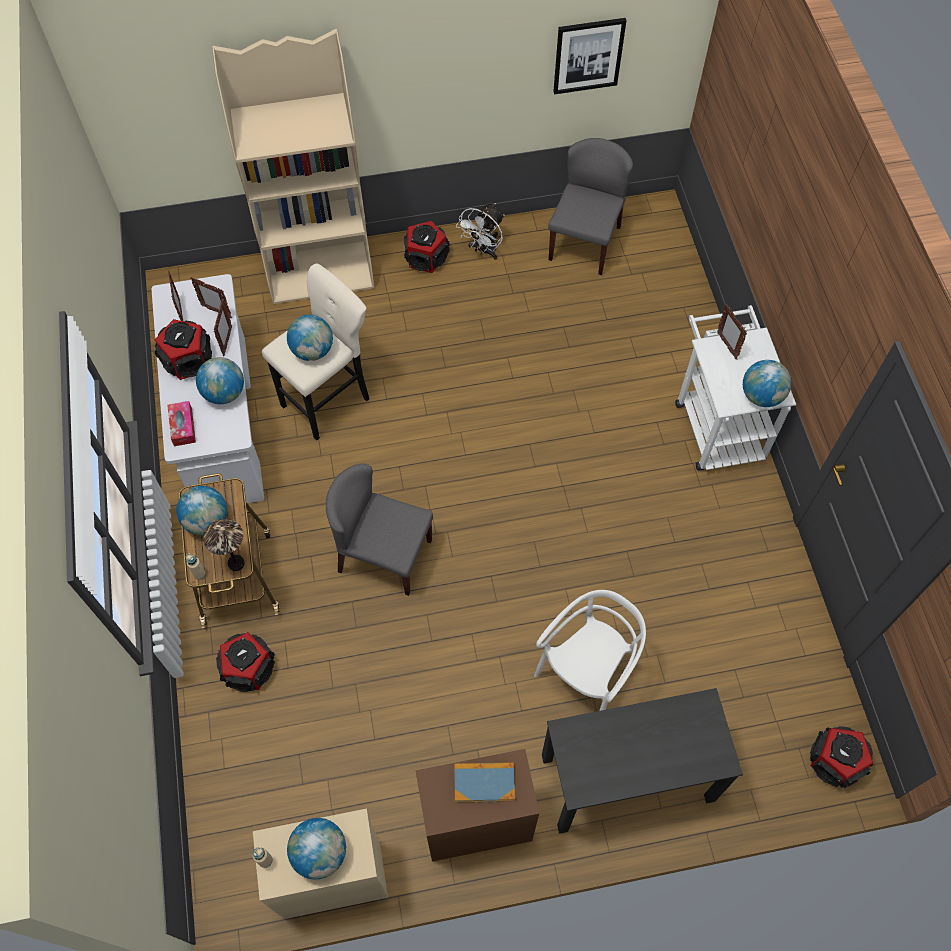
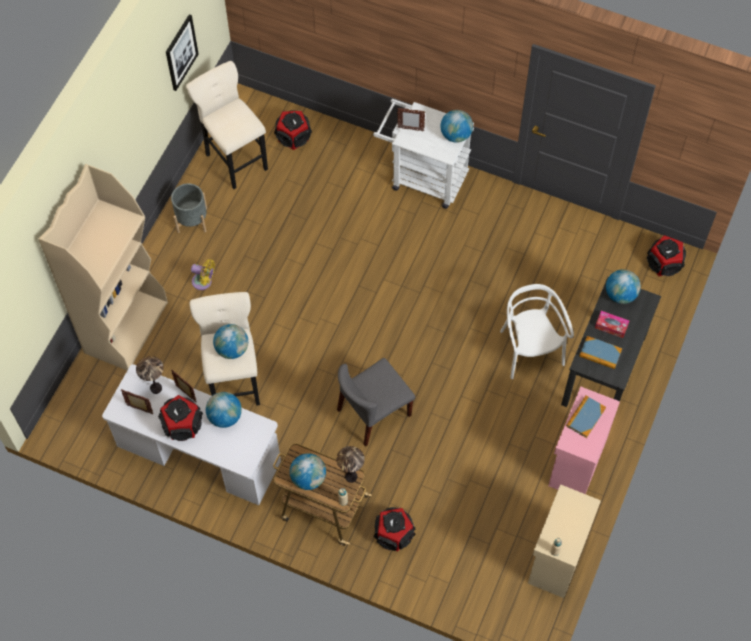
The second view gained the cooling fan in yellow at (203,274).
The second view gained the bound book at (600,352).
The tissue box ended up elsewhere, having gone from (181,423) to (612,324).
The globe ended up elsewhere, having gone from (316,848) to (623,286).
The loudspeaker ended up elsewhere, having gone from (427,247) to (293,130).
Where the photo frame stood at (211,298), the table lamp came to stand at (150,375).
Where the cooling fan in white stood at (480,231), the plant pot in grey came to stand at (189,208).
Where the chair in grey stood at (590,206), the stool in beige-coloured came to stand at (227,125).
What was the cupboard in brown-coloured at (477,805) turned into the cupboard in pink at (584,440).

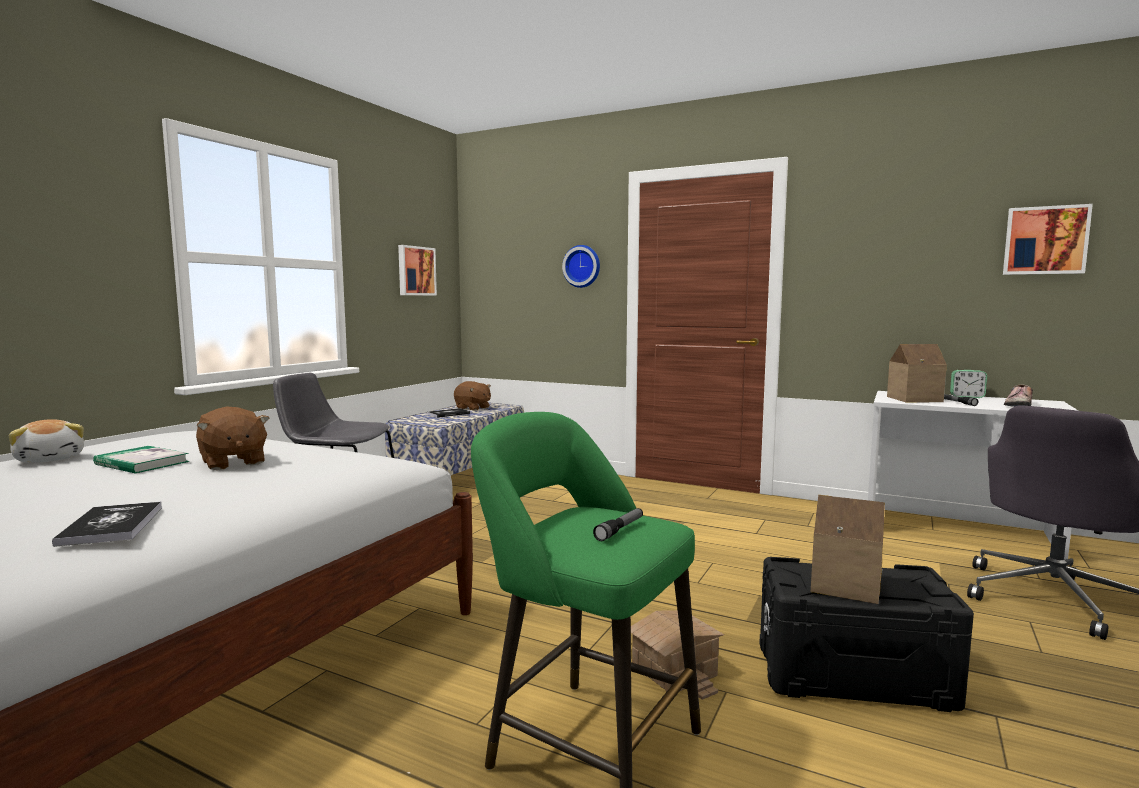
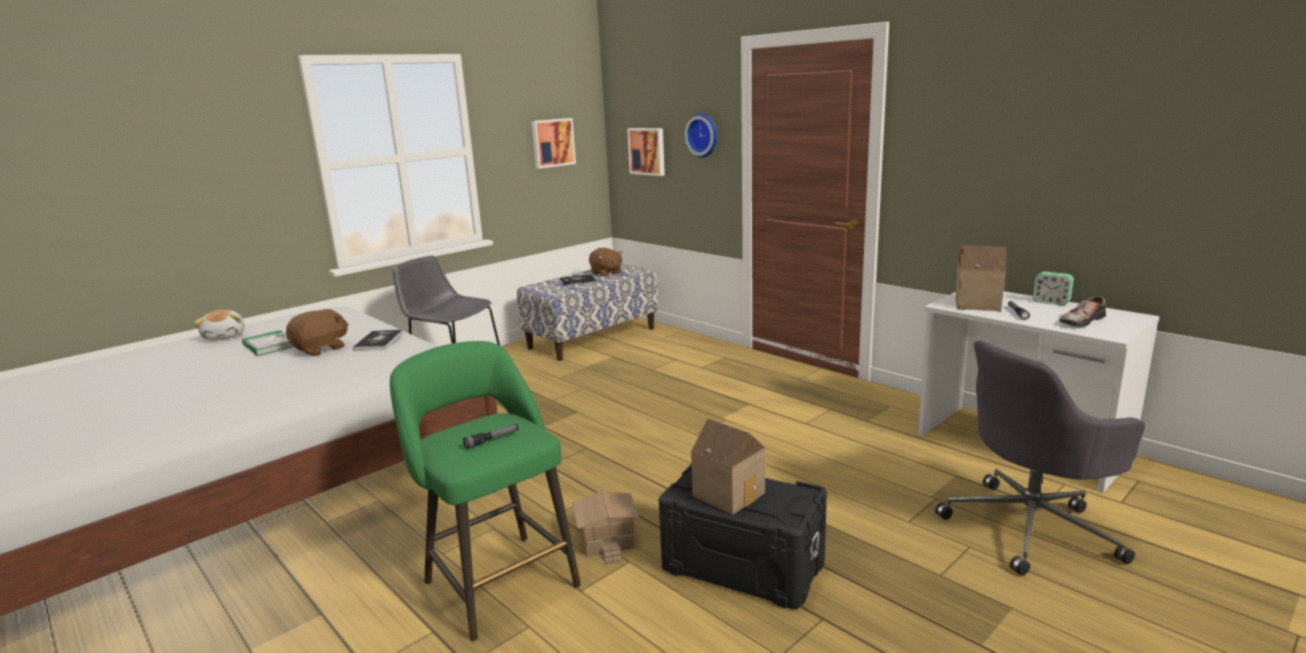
The bound book ended up elsewhere, having gone from (107,524) to (378,340).
The picture ended up elsewhere, having gone from (1048,239) to (646,152).
The cuddly toy in brown-coloured at (233,438) ended up facing another way, 120 degrees counterclockwise from before.

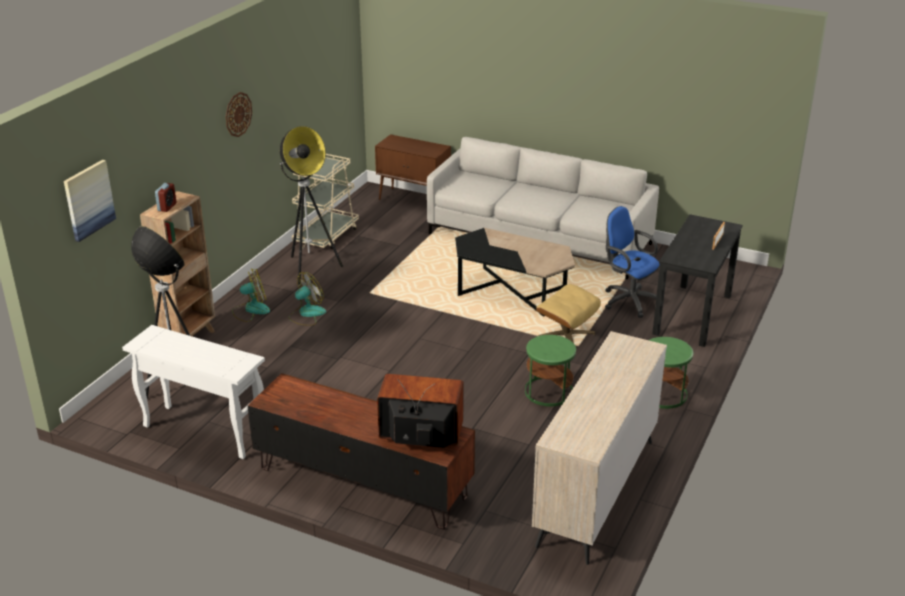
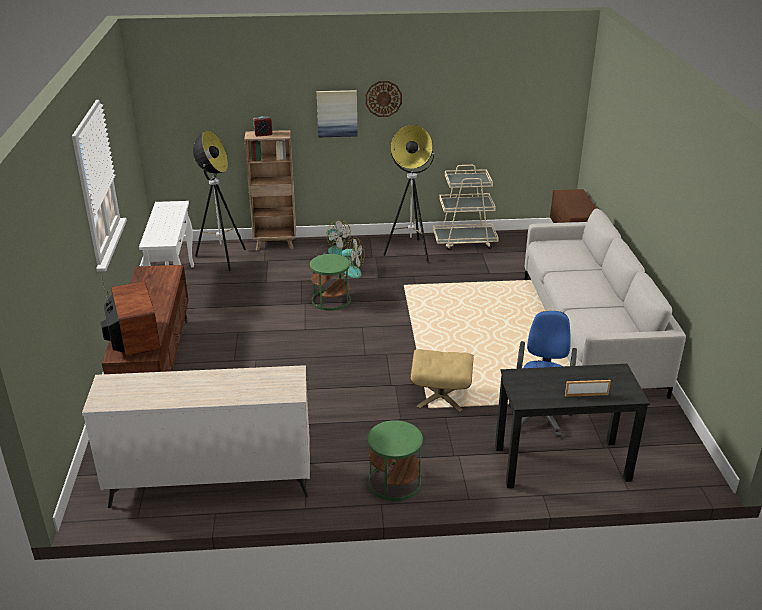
The second view lost the lounge table in black at (515,272).
The picture ended up elsewhere, having gone from (90,201) to (337,113).
The accent table in greenish ended up elsewhere, having gone from (550,370) to (330,282).

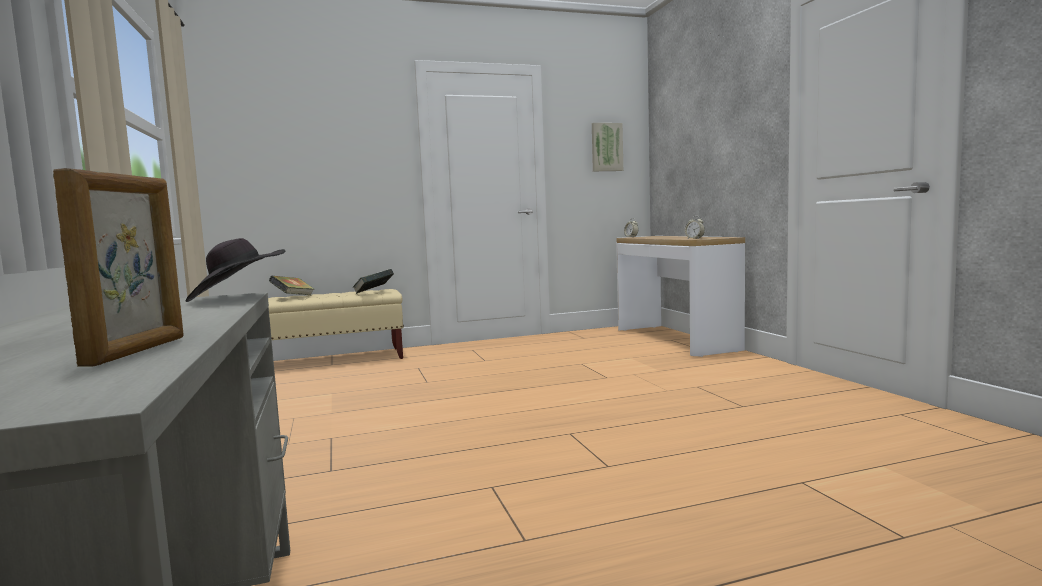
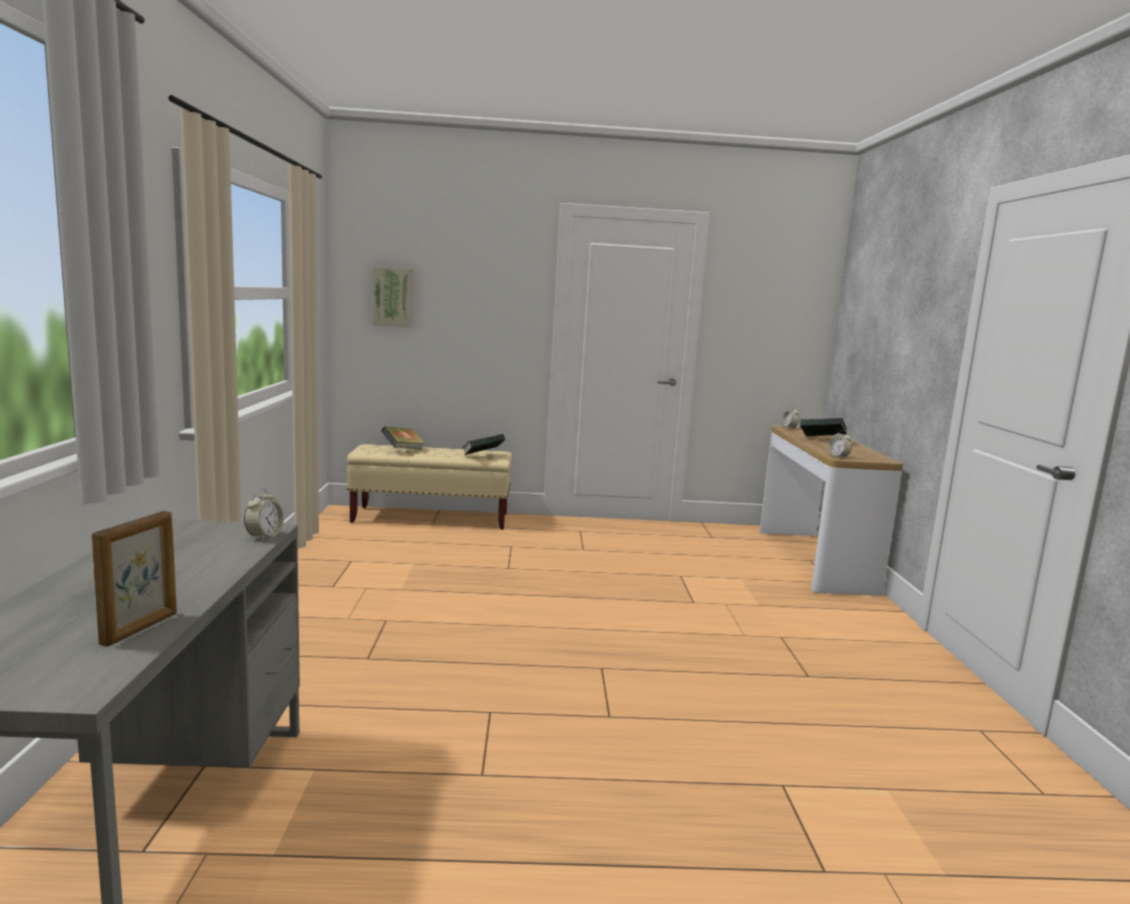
The second view gained the bound book at (823,427).
The picture ended up elsewhere, having gone from (607,147) to (392,297).
Where the hat in black stood at (236,270), the bedside clock came to stand at (264,514).

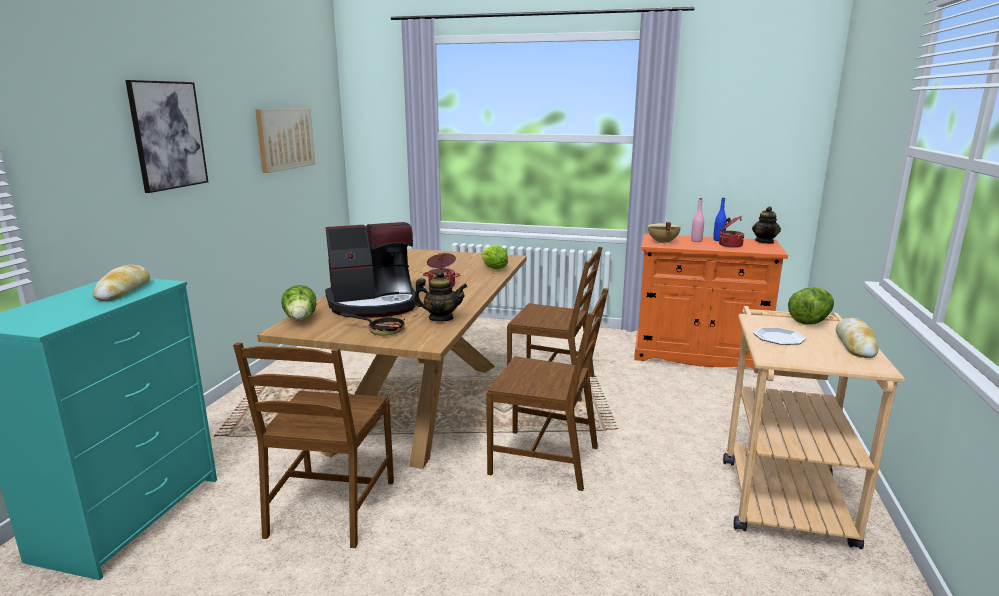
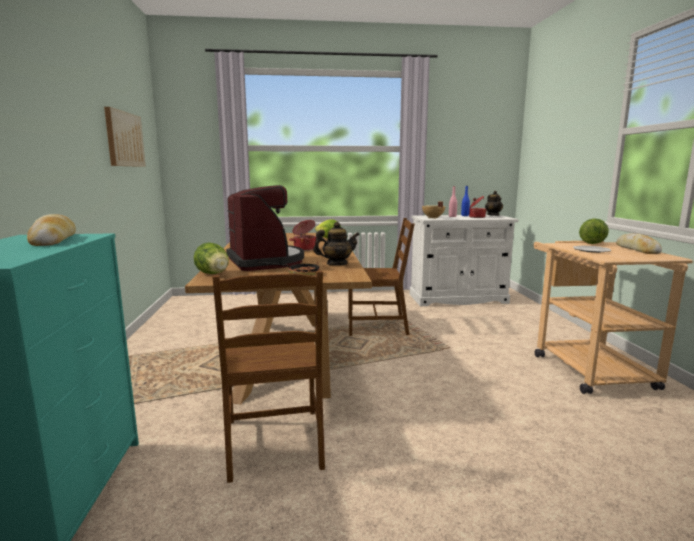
The second view lost the picture at (166,136).
The second view lost the chair in brown-coloured at (547,389).
What was the cupboard in orangey at (711,301) turned into the cupboard in white at (464,260).
The coffee brewer at (370,270) ended up facing another way, 75 degrees counterclockwise from before.

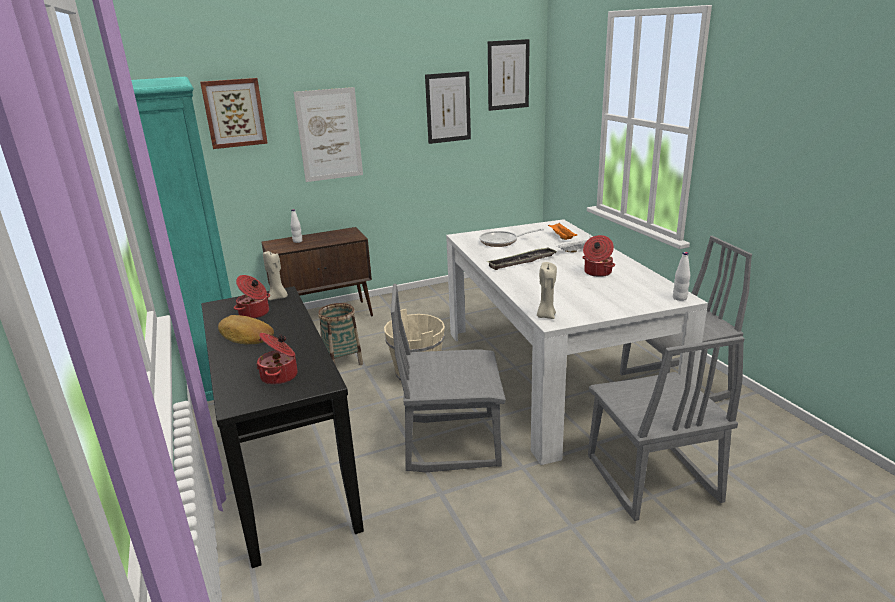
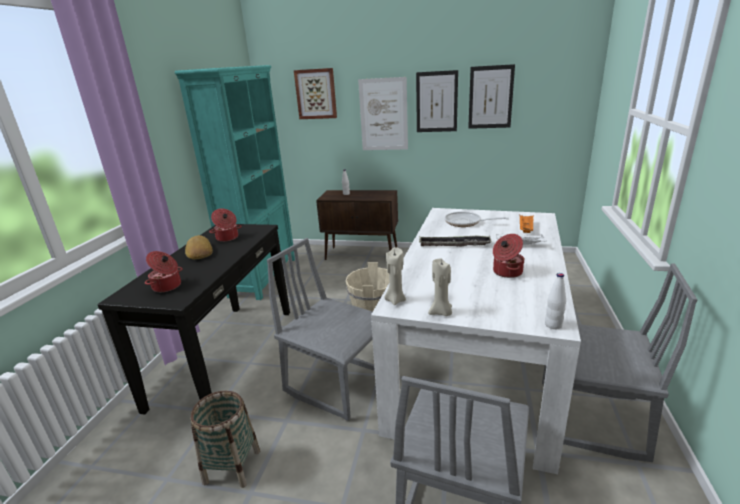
The wax light in beige-coloured ended up elsewhere, having gone from (275,276) to (440,287).
The storage basket ended up elsewhere, having gone from (340,334) to (225,439).
The picture ended up elsewhere, having gone from (509,75) to (437,101).

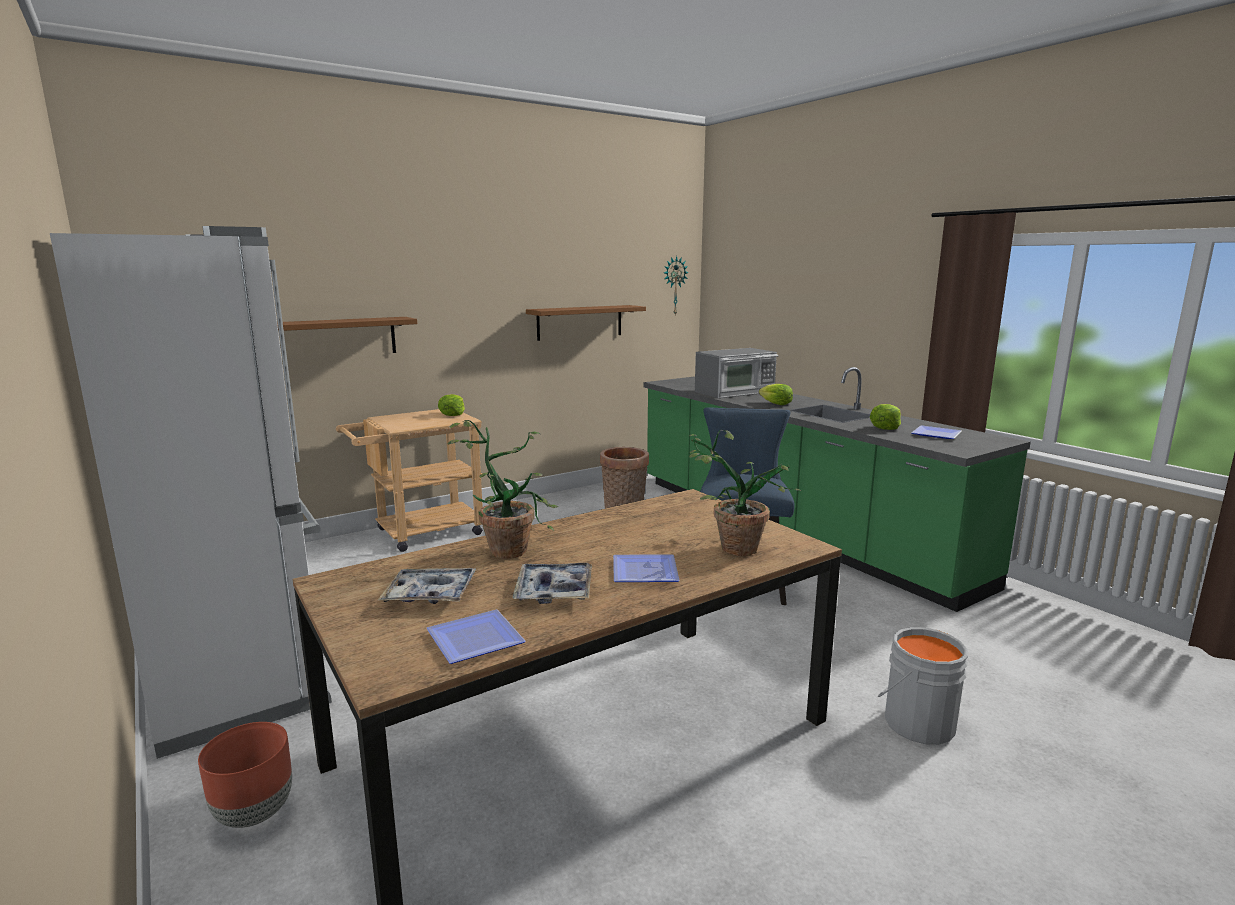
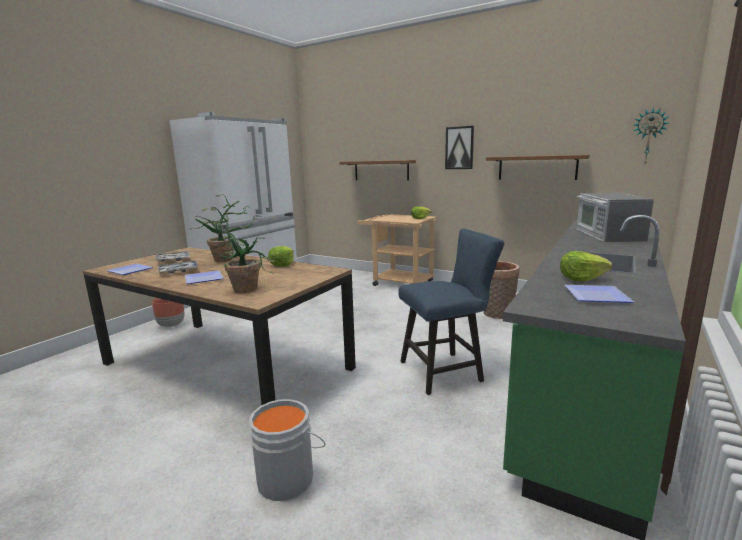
The second view gained the picture at (459,147).
The lettuce ended up elsewhere, having gone from (776,394) to (281,256).
The kitchen microwave at (736,373) ended up facing another way, 60 degrees clockwise from before.

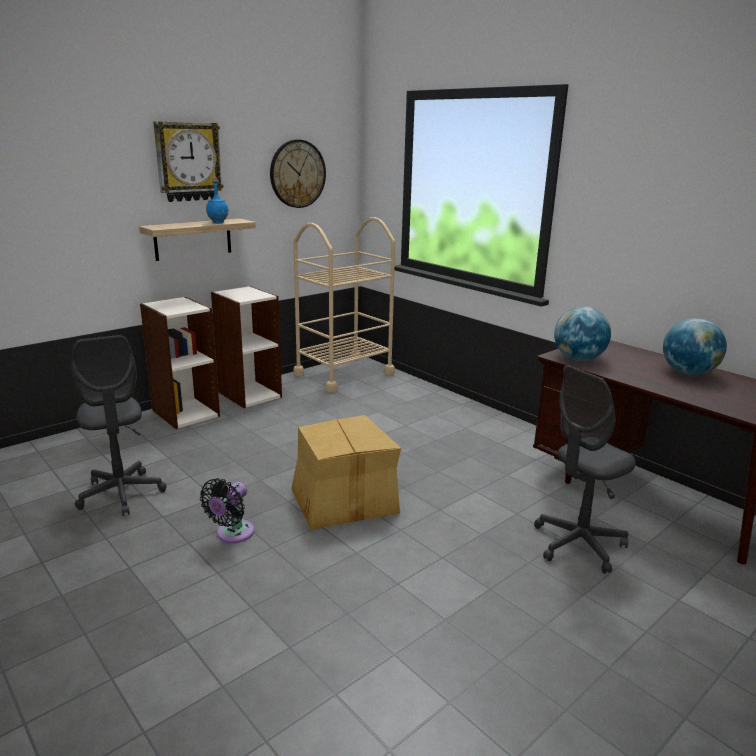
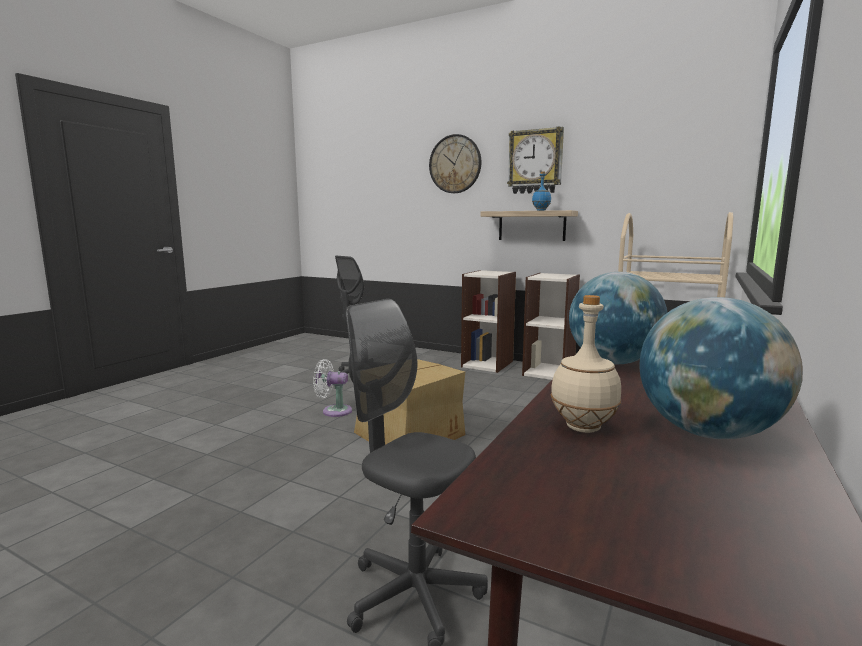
The second view gained the bottle in beige-coloured at (585,364).
The wall clock ended up elsewhere, having gone from (298,173) to (455,163).
What was the cooling fan in black at (227,510) turned into the cooling fan in white at (332,388).

